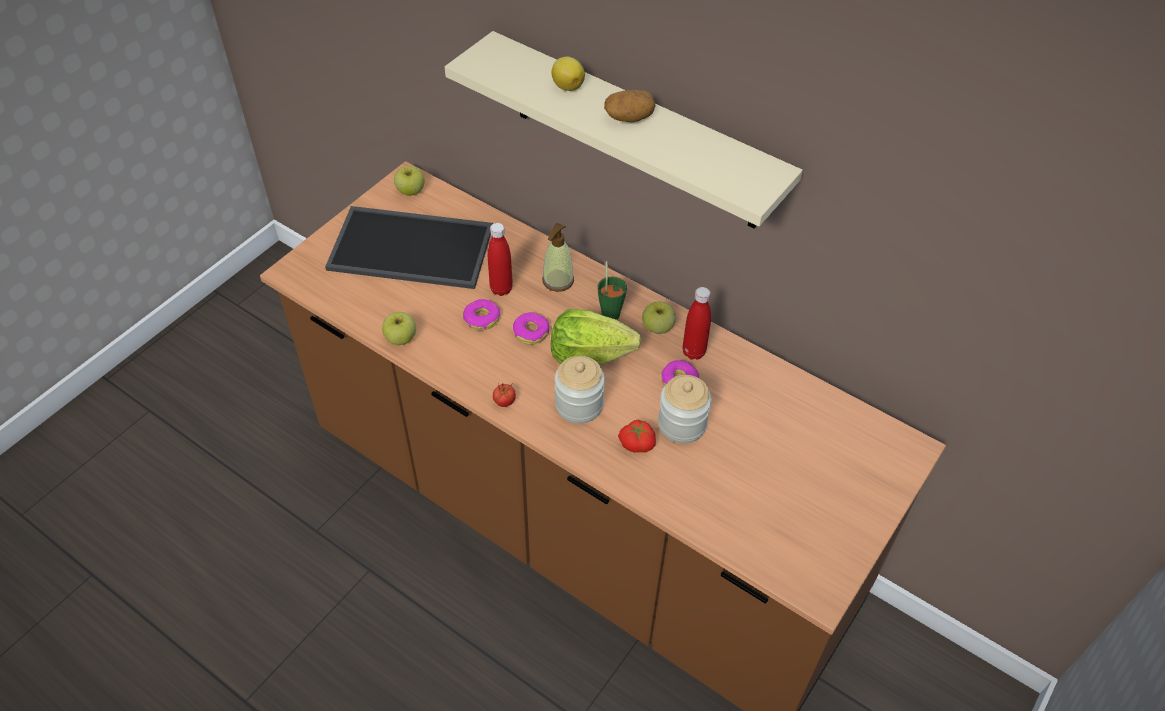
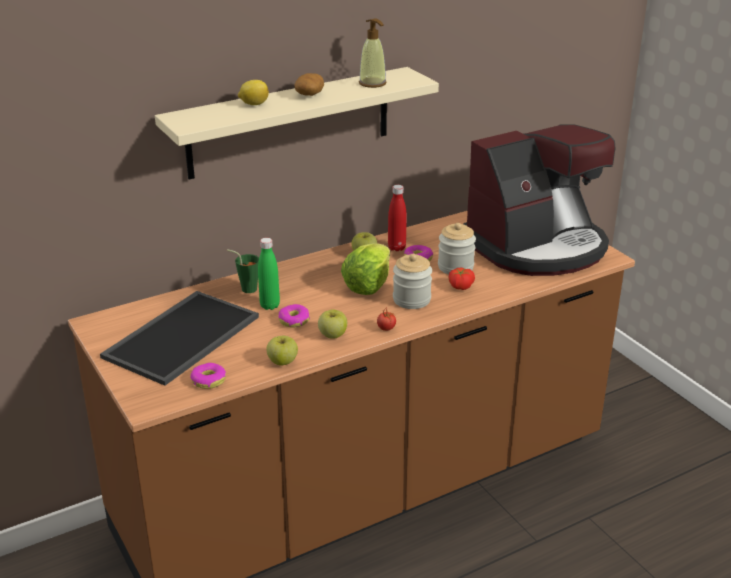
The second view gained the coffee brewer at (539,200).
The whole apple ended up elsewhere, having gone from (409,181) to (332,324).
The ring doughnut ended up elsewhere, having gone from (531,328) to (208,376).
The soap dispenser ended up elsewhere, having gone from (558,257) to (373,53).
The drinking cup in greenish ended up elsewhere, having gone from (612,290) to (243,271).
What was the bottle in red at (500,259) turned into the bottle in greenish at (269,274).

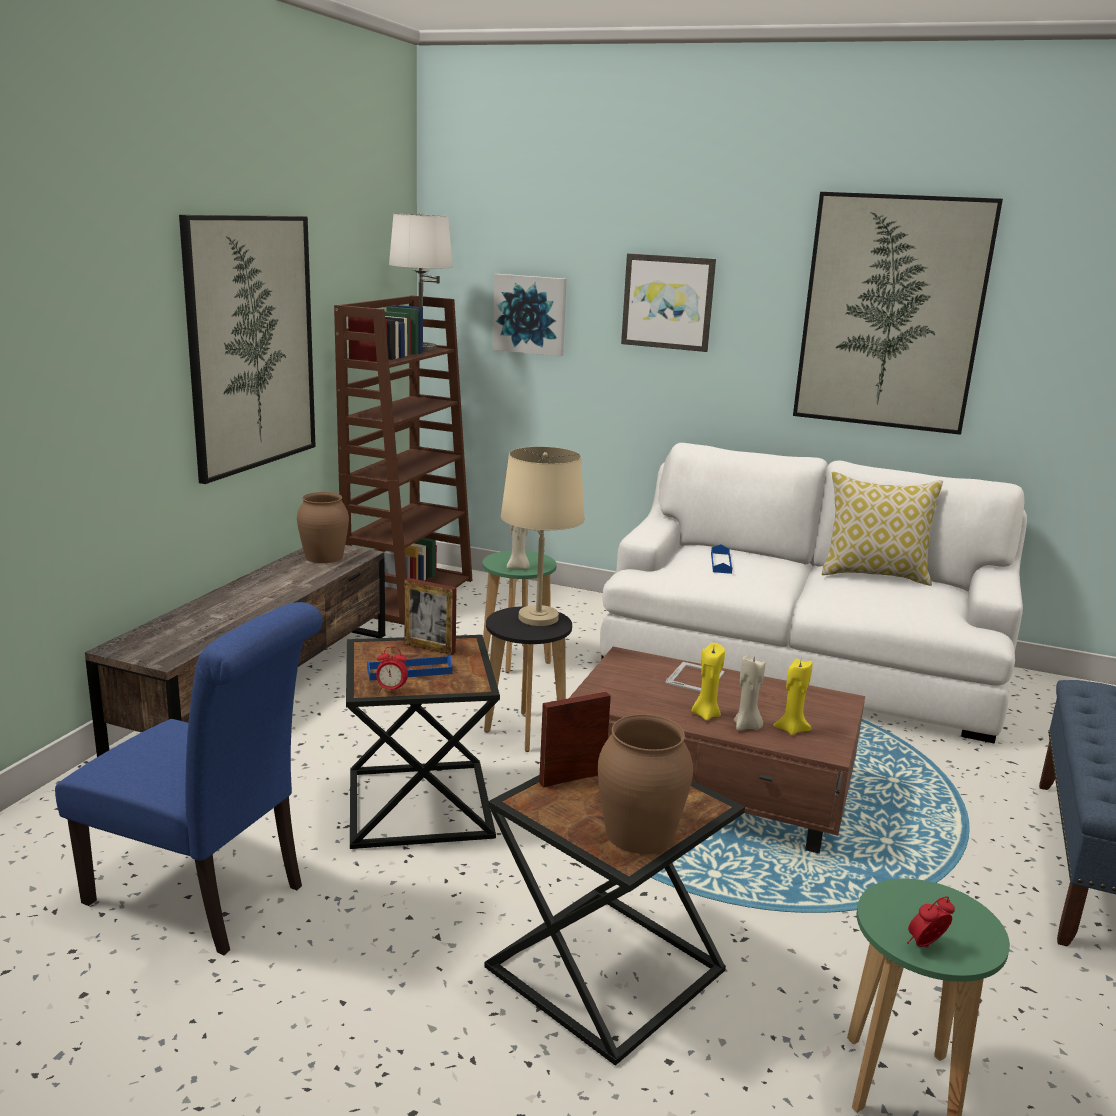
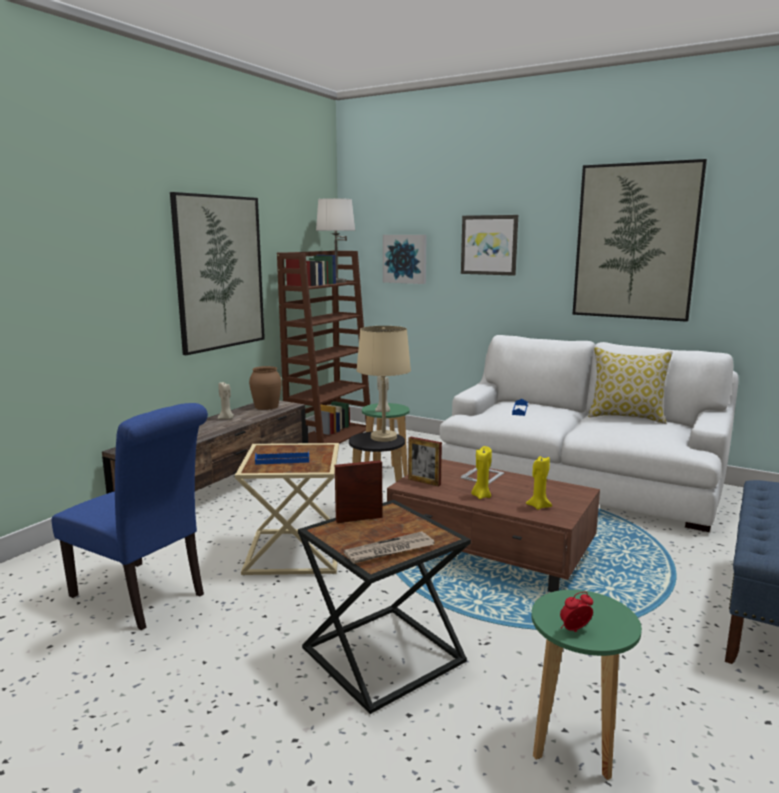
The second view lost the bedside clock at (392,670).
The photo frame ended up elsewhere, having gone from (430,616) to (425,462).
The wax light in beige-coloured ended up elsewhere, having gone from (749,693) to (226,400).
Where the vase in brown-coloured stood at (645,784), the printed paper came to stand at (389,547).
What was the accent table in black at (423,742) turned into the accent table in beige-coloured at (287,509).

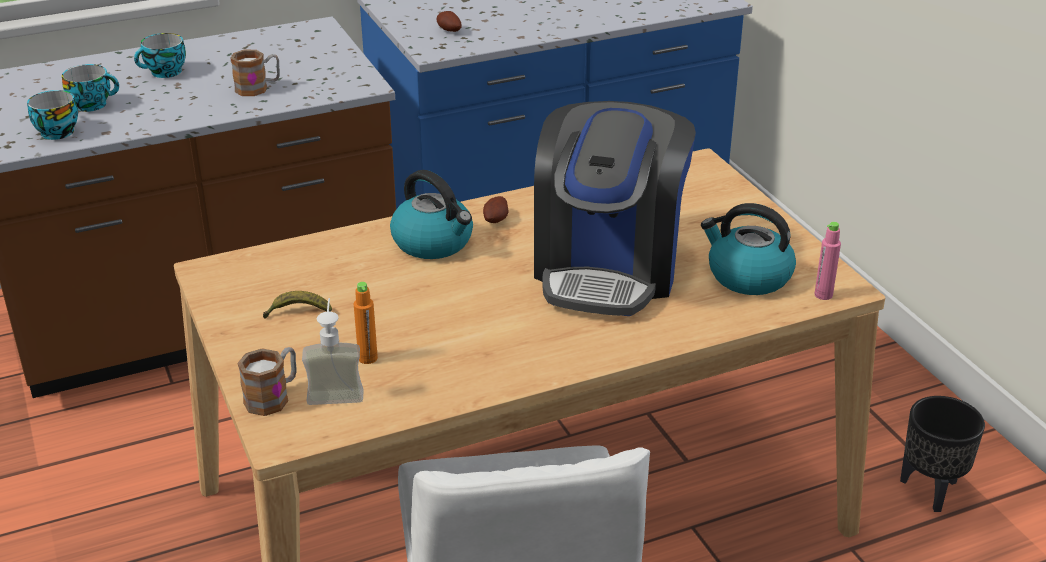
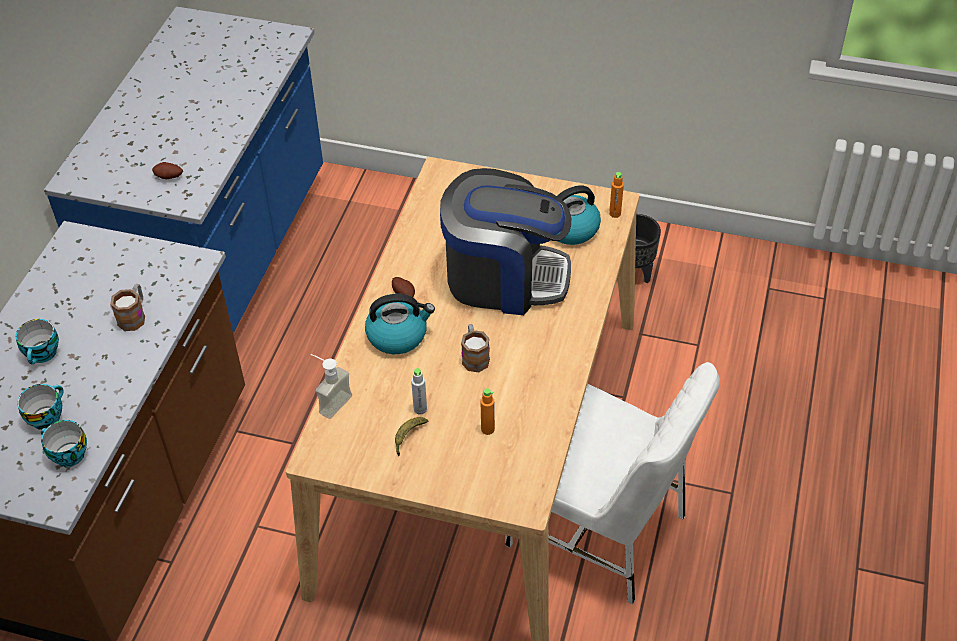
The second view gained the bottle in grey at (419,391).
The coffee mug ended up elsewhere, having gone from (267,381) to (475,348).
The soap dispenser ended up elsewhere, having gone from (333,351) to (331,386).
What was the bottle in pink at (827,261) turned into the bottle in orangey at (616,195).
The coffee brewer at (615,208) ended up facing another way, 45 degrees counterclockwise from before.

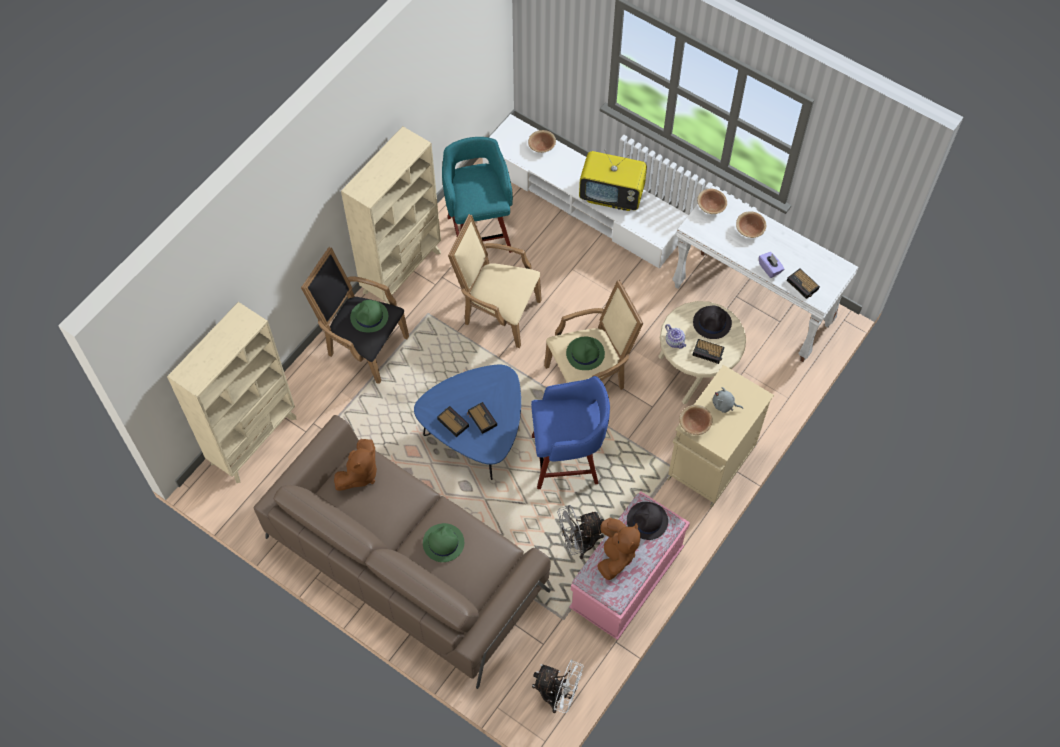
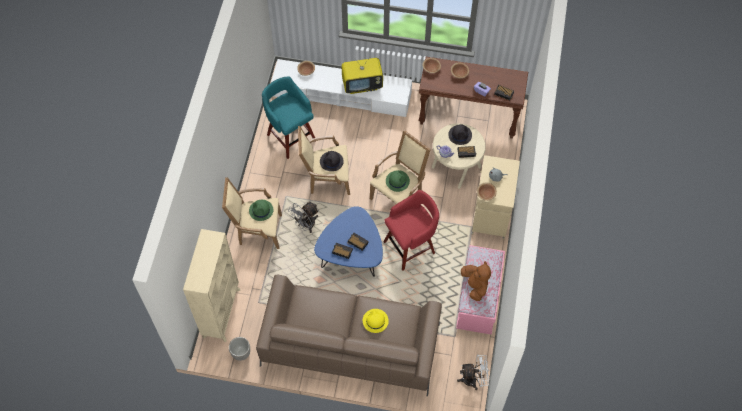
The second view lost the cuddly toy in brown-coloured at (355,465).
The second view lost the bookcase in beige-coloured at (391,215).
The second view gained the plant pot at (239,349).
The cooling fan in grey ended up elsewhere, having gone from (580,532) to (304,217).
The hat in black ended up elsewhere, having gone from (647,521) to (332,161).
What was the armchair in black at (355,315) turned into the armchair in beige-coloured at (252,213).
What was the hat in greenish at (443,542) turned into the hat in yellow at (376,321).
What was the stool in bluish at (570,432) turned into the stool in red at (411,230).
What was the hall table in white at (765,274) turned into the hall table in brown-coloured at (473,98).

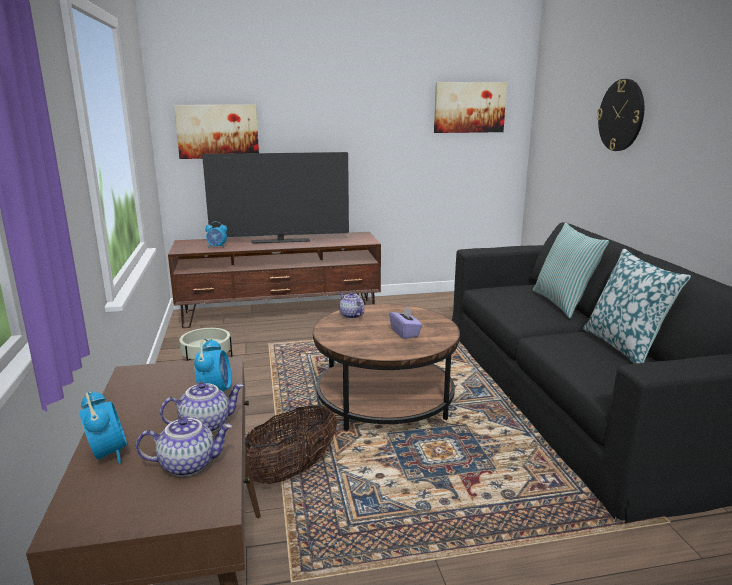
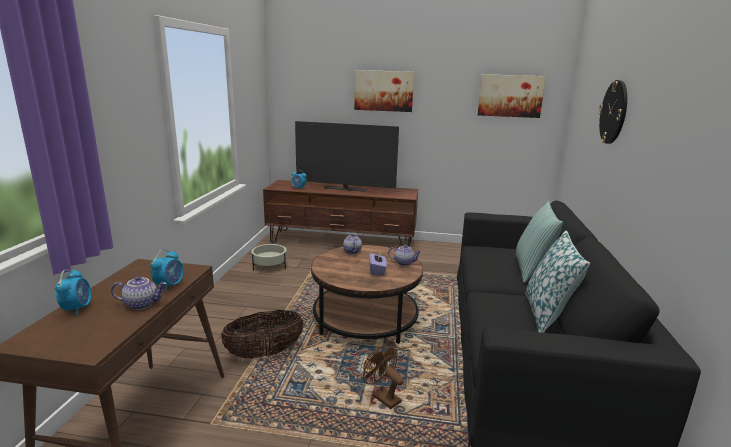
The second view gained the cooling fan in brown-coloured at (383,376).
The pot for tea ended up elsewhere, having gone from (184,447) to (405,255).
The picture ended up elsewhere, having gone from (216,132) to (384,91).

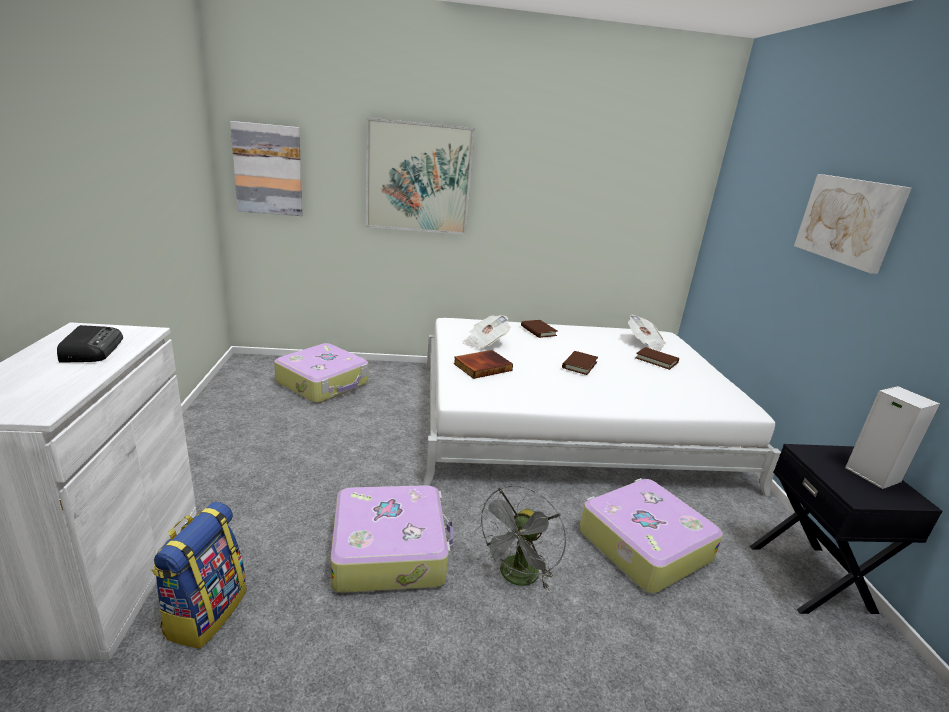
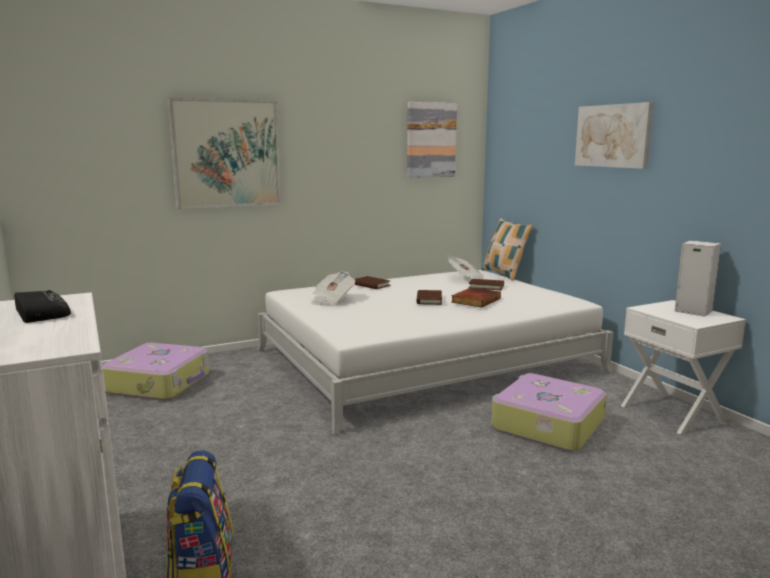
The second view lost the piece of luggage at (392,539).
The second view lost the cooling fan in grey at (520,537).
The second view gained the cushion at (507,249).
The picture ended up elsewhere, having gone from (266,168) to (432,140).
The bound book ended up elsewhere, having gone from (483,364) to (476,297).
What was the nightstand in black at (846,529) turned into the nightstand in white at (683,367).

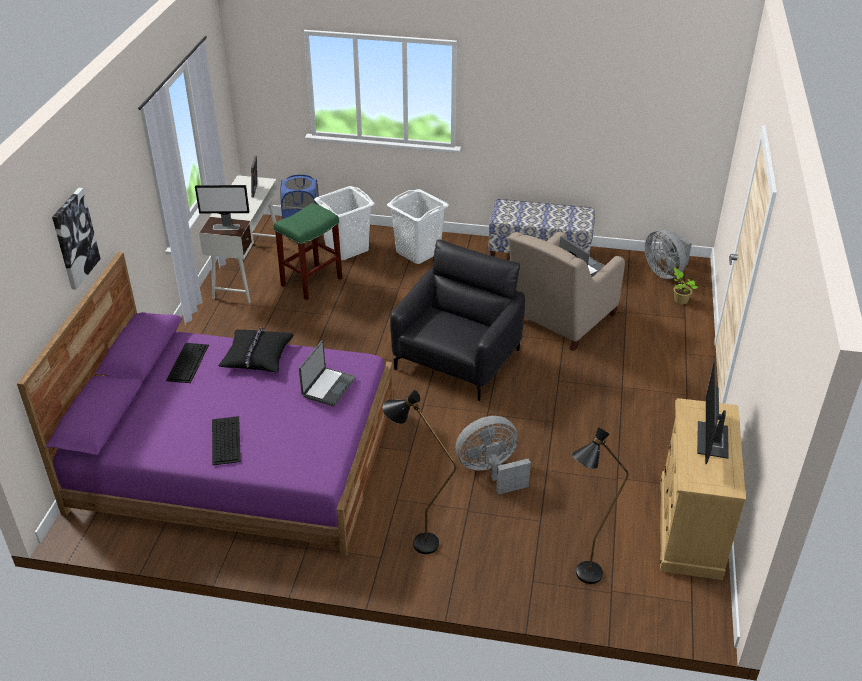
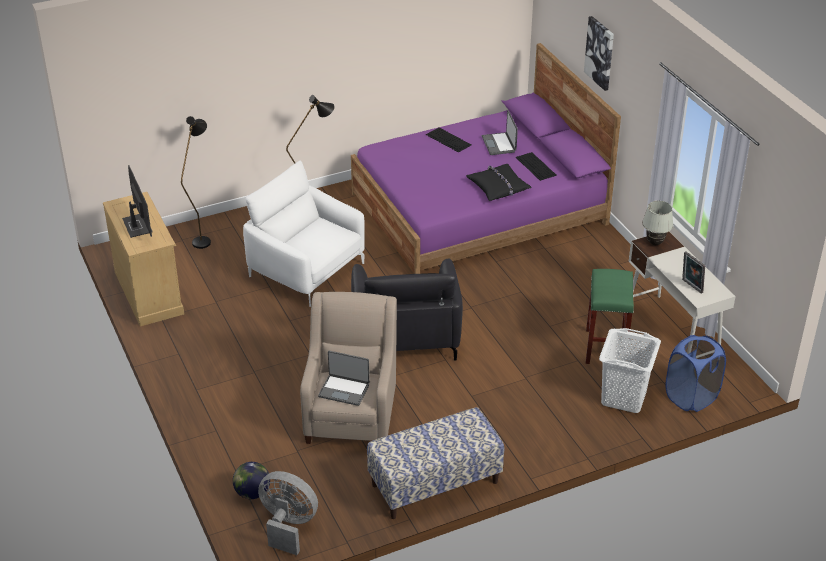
The second view lost the laundry basket in white at (418,226).
The notebook computer ended up elsewhere, having gone from (327,373) to (500,133).
Where the computer screen stood at (222,207), the table lamp in white came to stand at (657,223).
Where the cooling fan in grey stood at (493,455), the armchair in white came to stand at (304,233).
Where the plant in a pot stood at (686,285), the globe came to stand at (251,480).

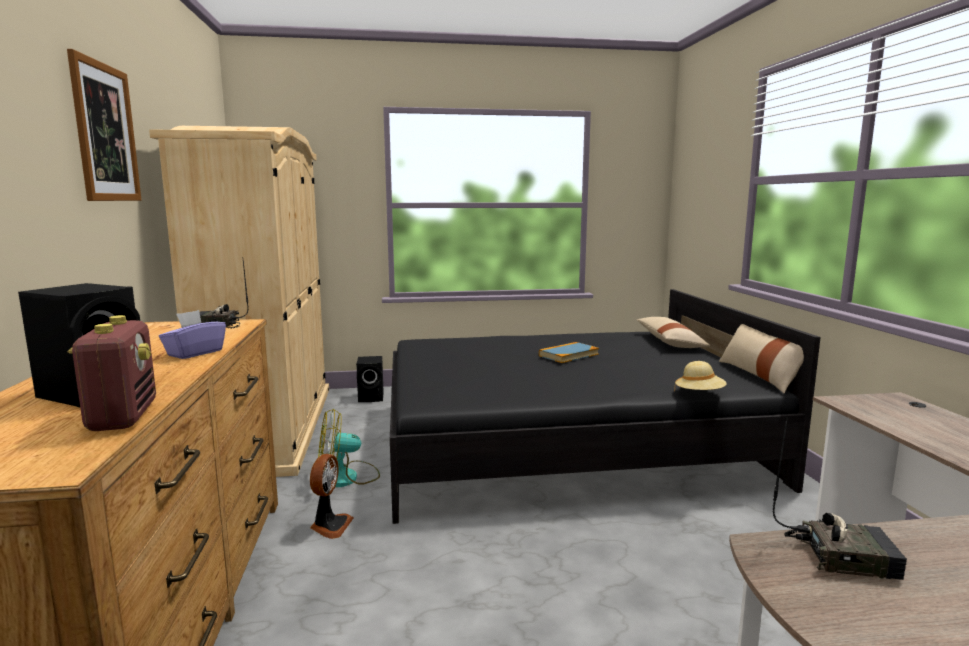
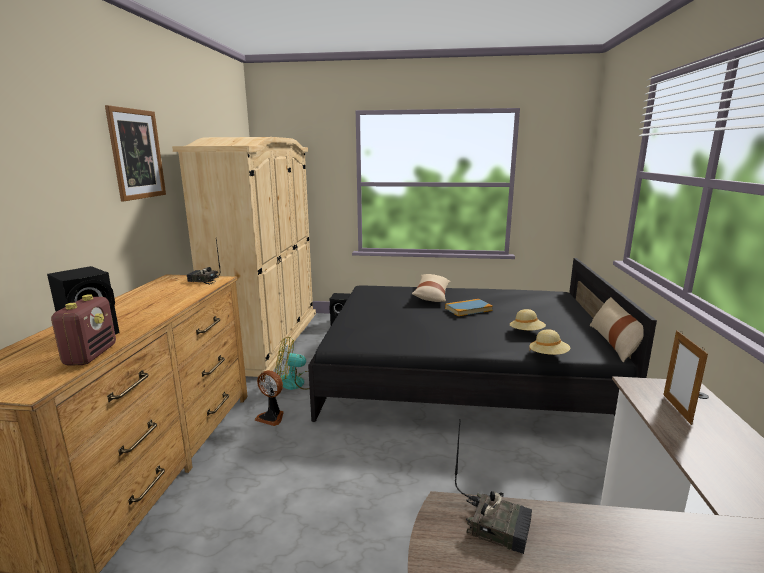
The second view lost the tissue box in purplish at (192,334).
The second view gained the hat in beige-coloured at (528,319).
The second view gained the photo frame at (685,377).
The cushion in beige-coloured ended up elsewhere, having gone from (673,332) to (431,288).
The cooling fan at (332,496) ended up facing another way, 90 degrees clockwise from before.

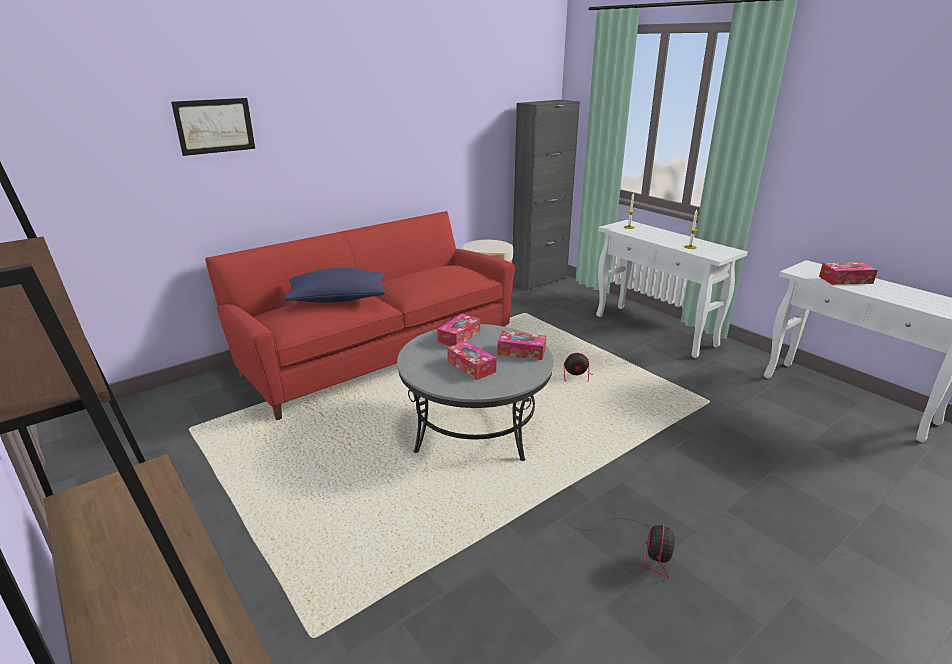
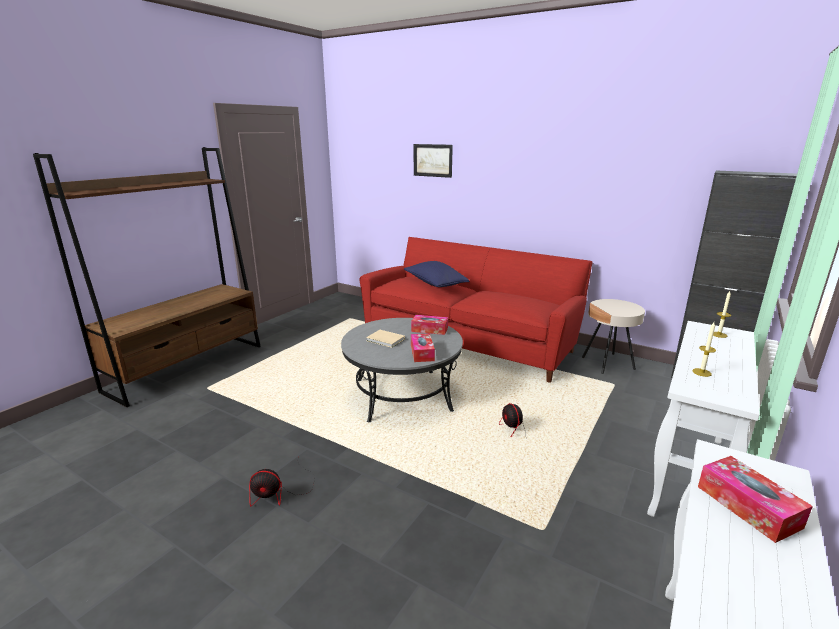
Where the tissue box stood at (472,360), the bound book in beige-coloured came to stand at (385,339).

